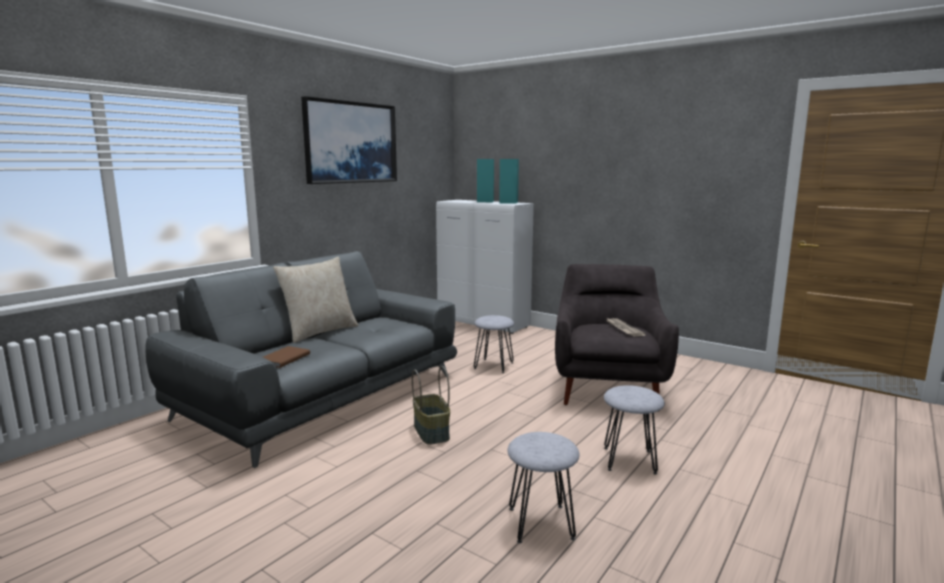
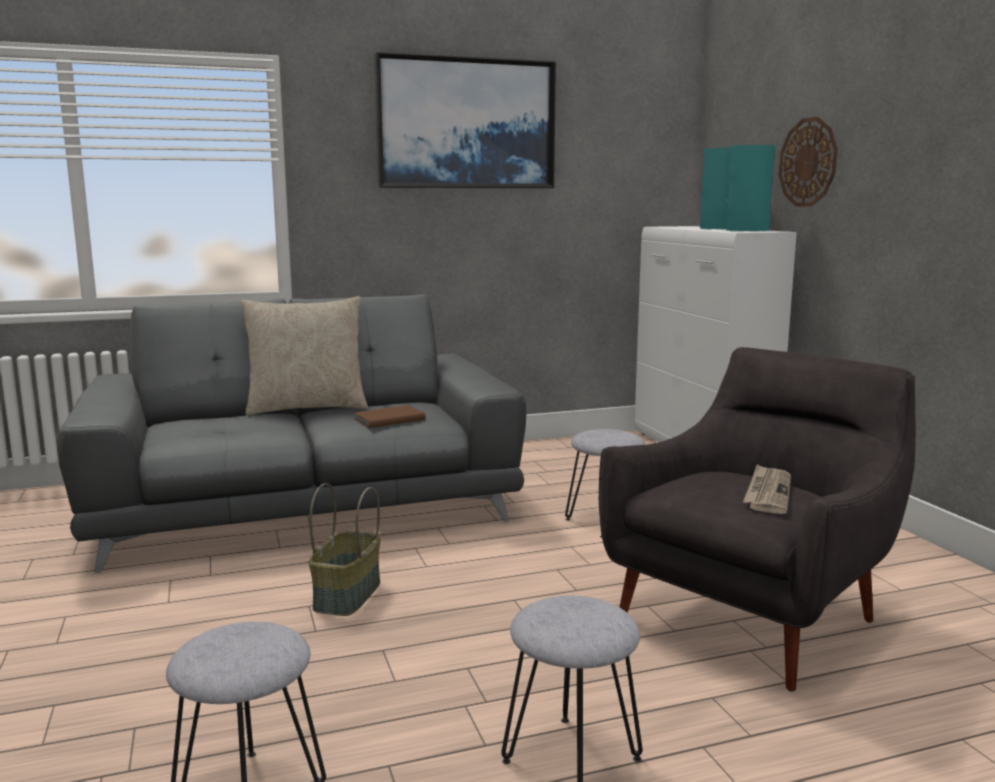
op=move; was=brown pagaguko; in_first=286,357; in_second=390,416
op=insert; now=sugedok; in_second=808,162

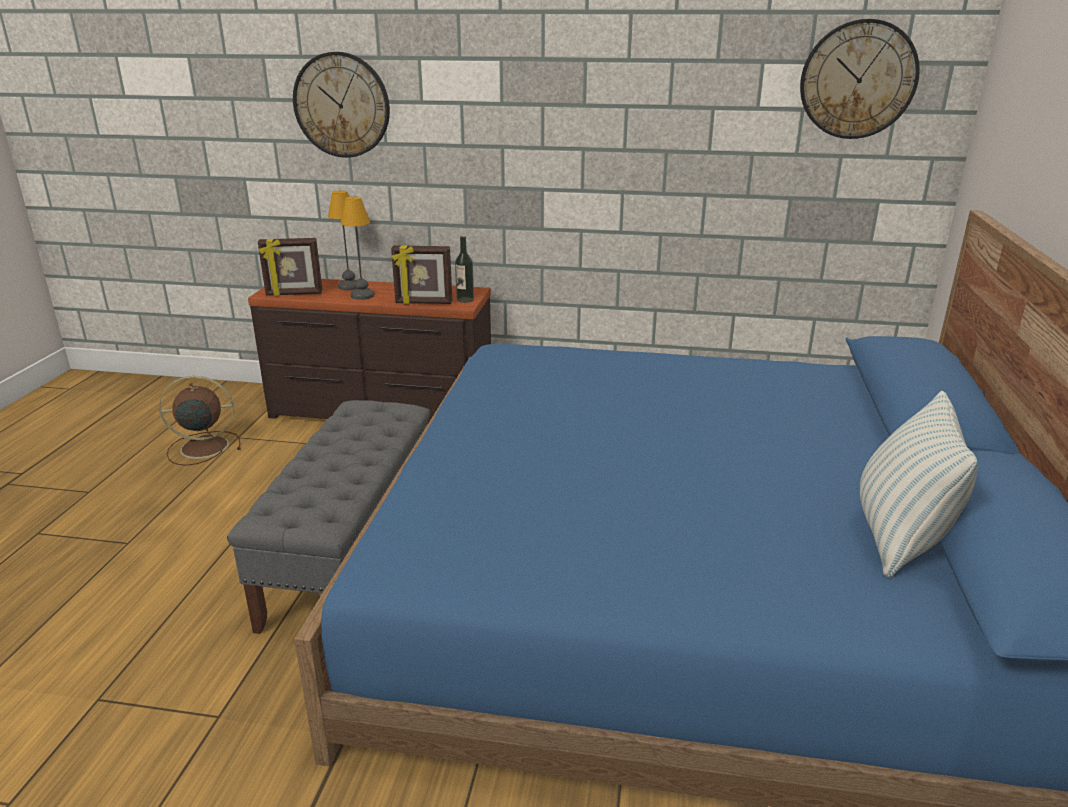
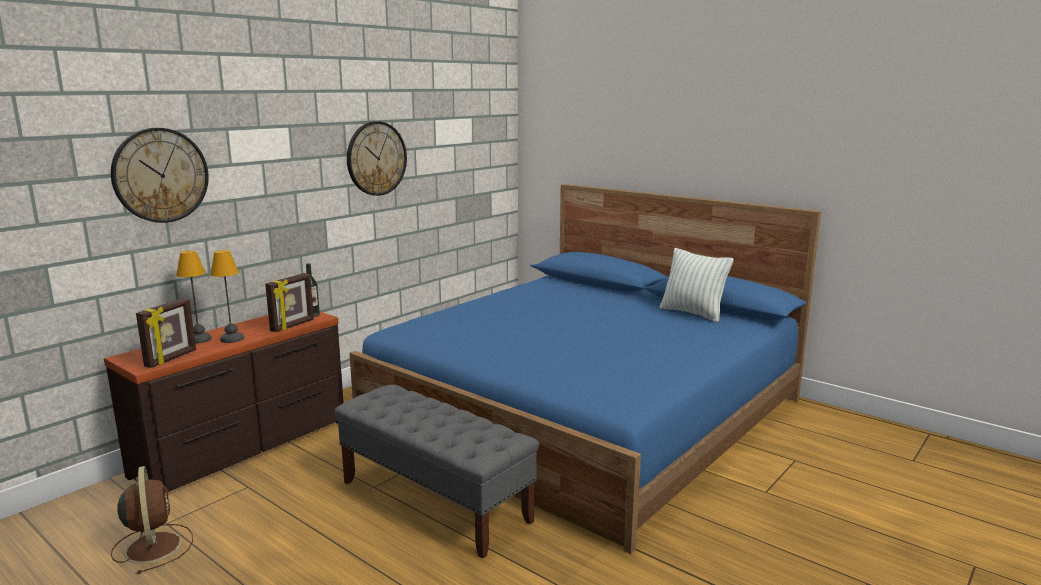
op=rotate; was=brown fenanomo; in_first=200,421; in_second=152,520; clockwise=135
op=move; was=sugedok; in_first=860,79; in_second=377,158

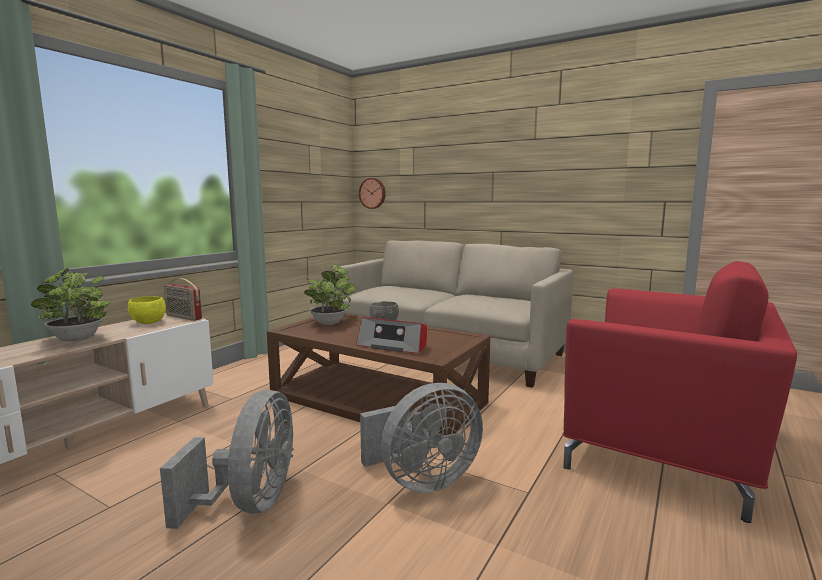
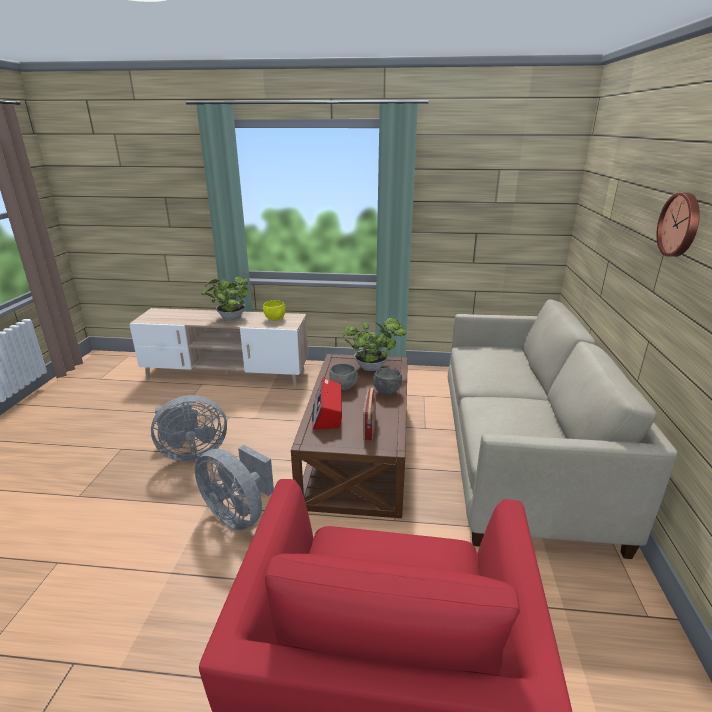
op=move; was=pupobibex; in_first=183,299; in_second=369,414
op=move; was=sugedok; in_first=372,193; in_second=678,224
op=insert; now=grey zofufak; in_second=343,377

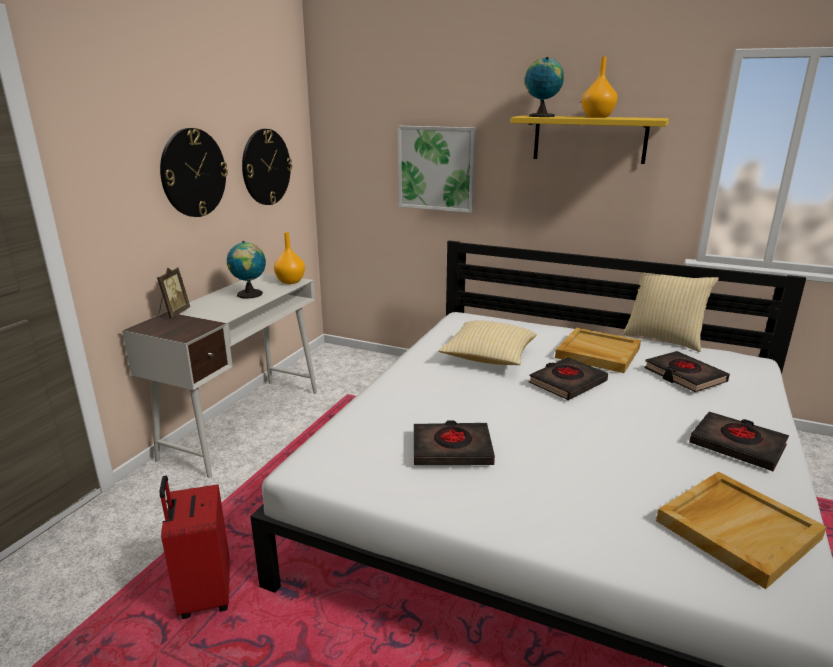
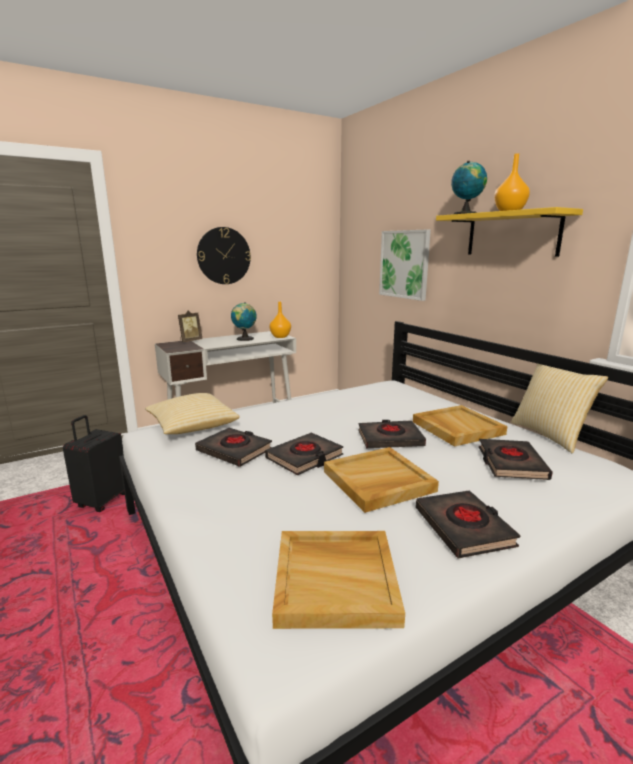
op=recolor; was=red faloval; now=black faloval; in_first=195,547; in_second=94,463
op=delete; was=sugedok; in_first=267,167
op=move; was=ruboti; in_first=488,343; in_second=192,413
op=insert; now=black pagaguko; in_second=304,454
op=insert; now=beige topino; in_second=381,480

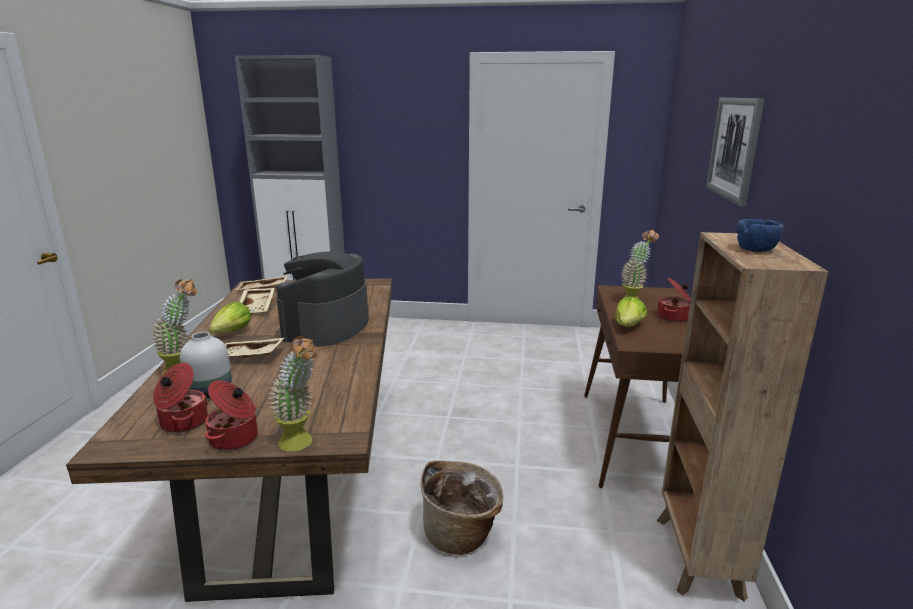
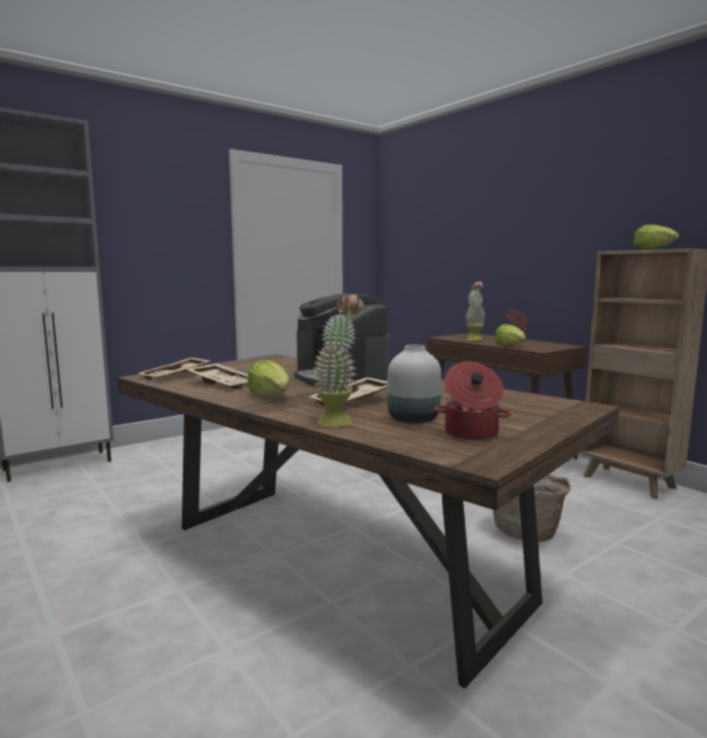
op=delete; was=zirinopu; in_first=231,416
op=delete; was=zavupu; in_first=292,393
op=delete; was=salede; in_first=735,152
op=replace; was=blue zofufak; now=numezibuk; in_first=760,235; in_second=656,237

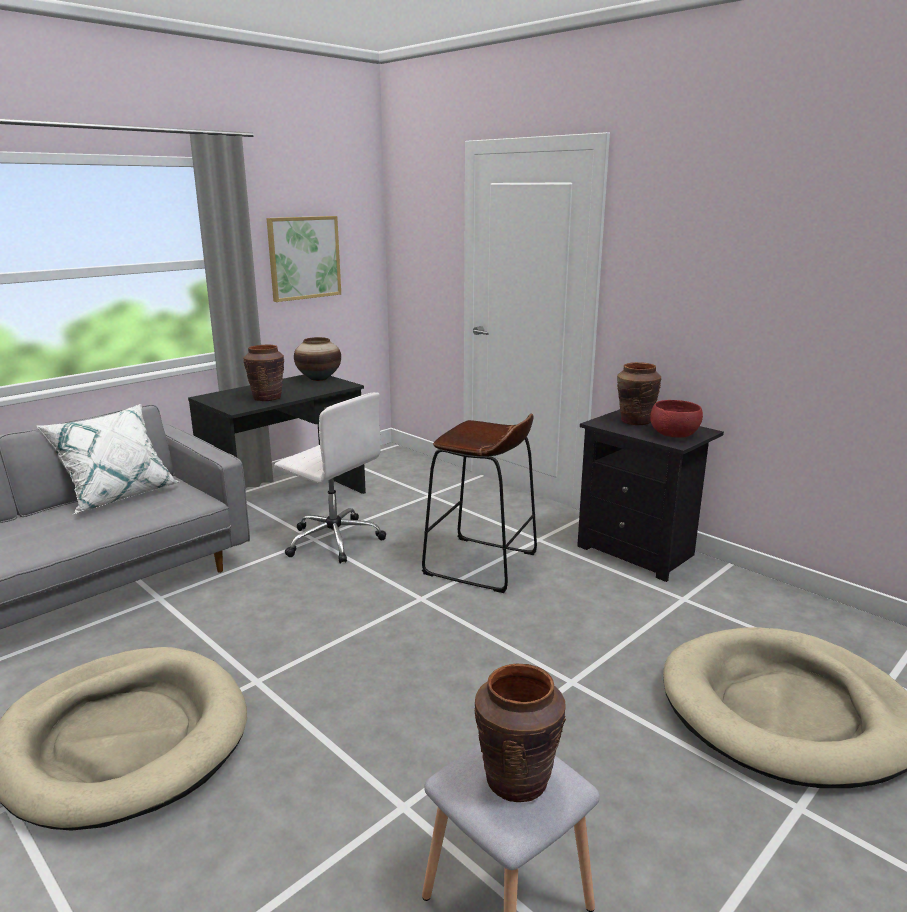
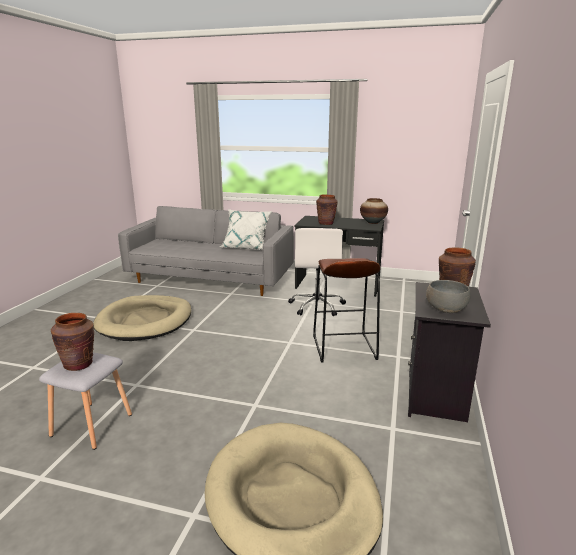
op=delete; was=salede; in_first=303,259
op=recolor; was=red zofufak; now=grey zofufak; in_first=676,419; in_second=448,296

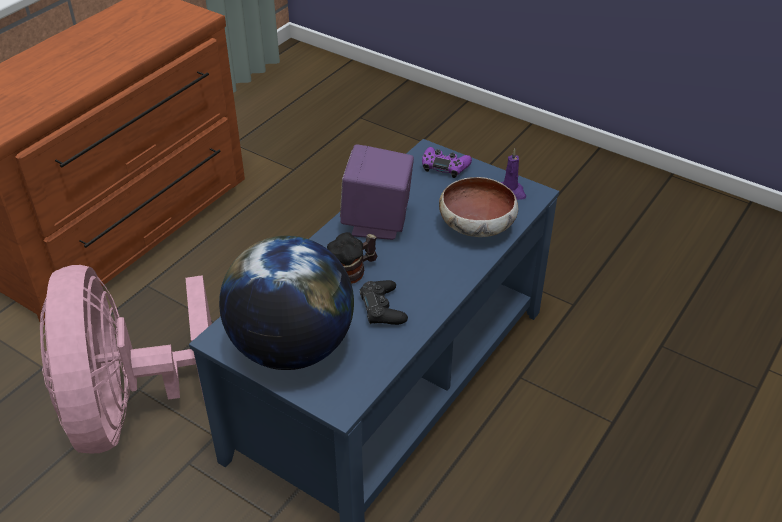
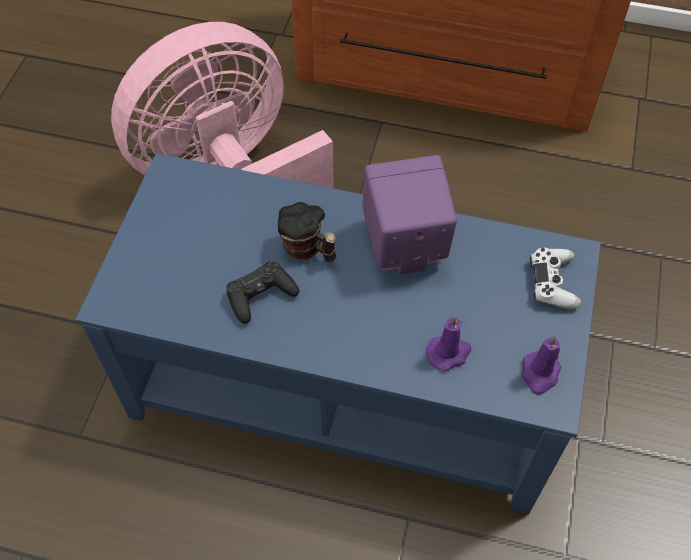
op=delete; was=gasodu; in_first=286,303
op=recolor; was=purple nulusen; now=white nulusen; in_first=447,162; in_second=555,278
op=replace; was=zofufak; now=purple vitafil; in_first=478,207; in_second=448,343

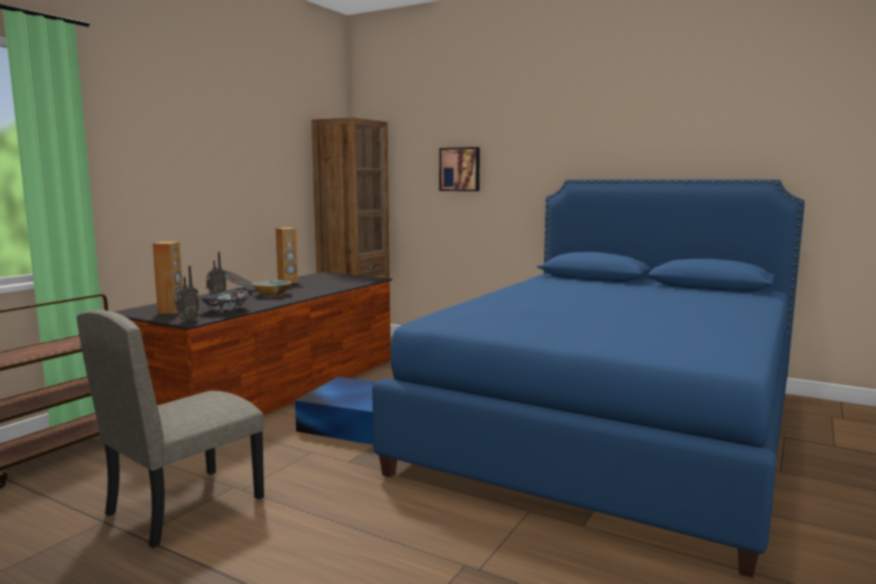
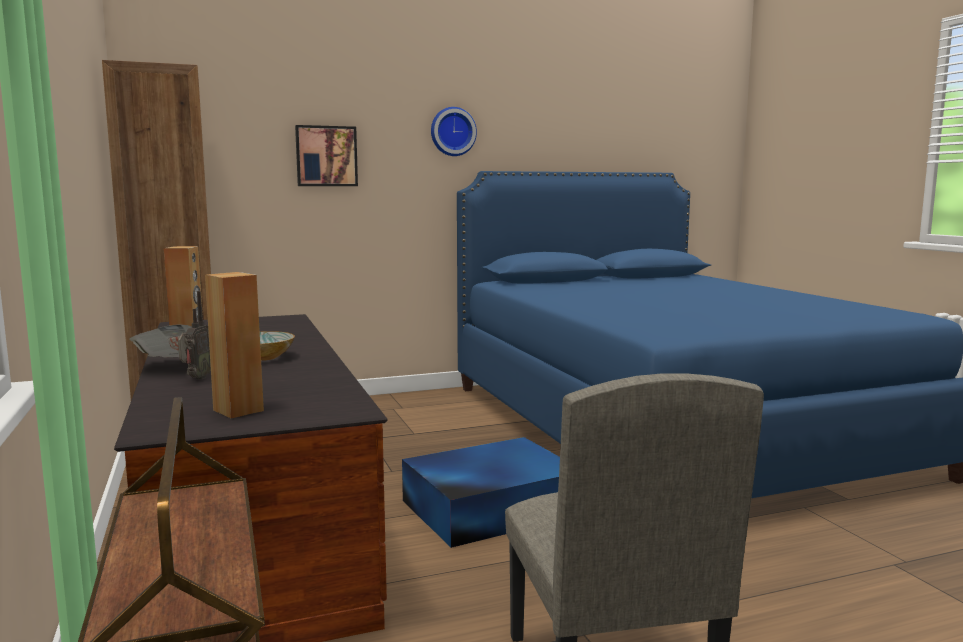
op=delete; was=pupobibex; in_first=187,294
op=delete; was=zofufak; in_first=224,301
op=insert; now=sugedok; in_second=454,131

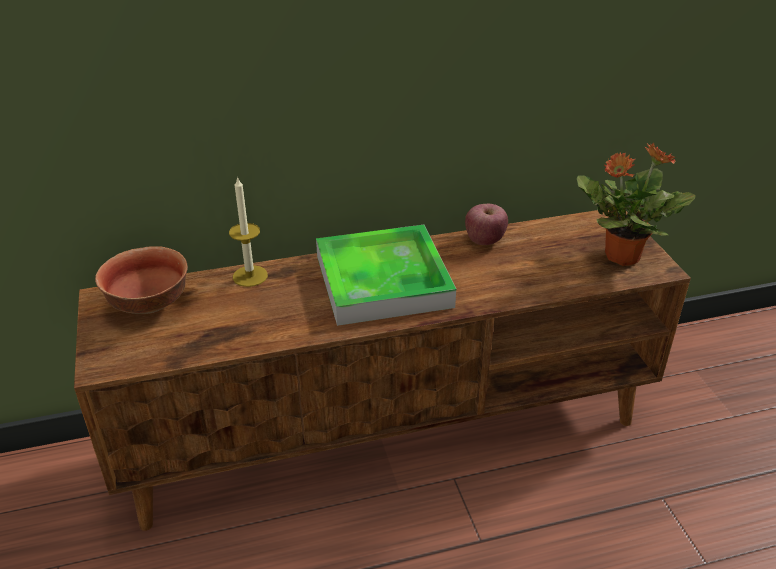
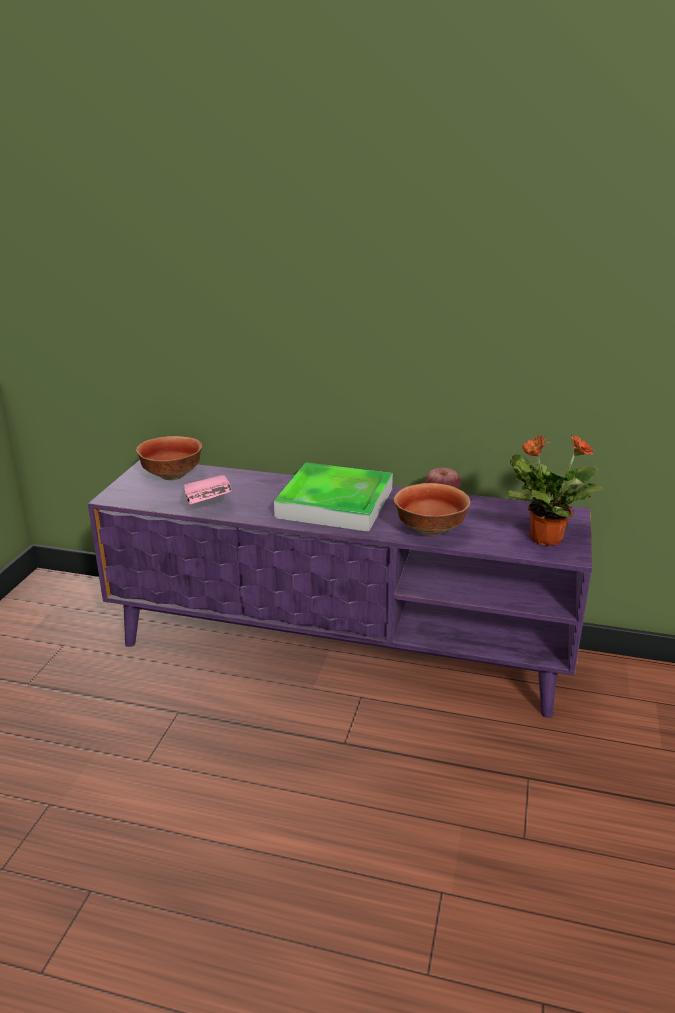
op=recolor; was=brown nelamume; now=purple nelamume; in_first=382,370; in_second=340,589
op=delete; was=vitafil; in_first=248,231
op=insert; now=pink pagaguko; in_second=208,490
op=insert; now=zofufak; in_second=432,509

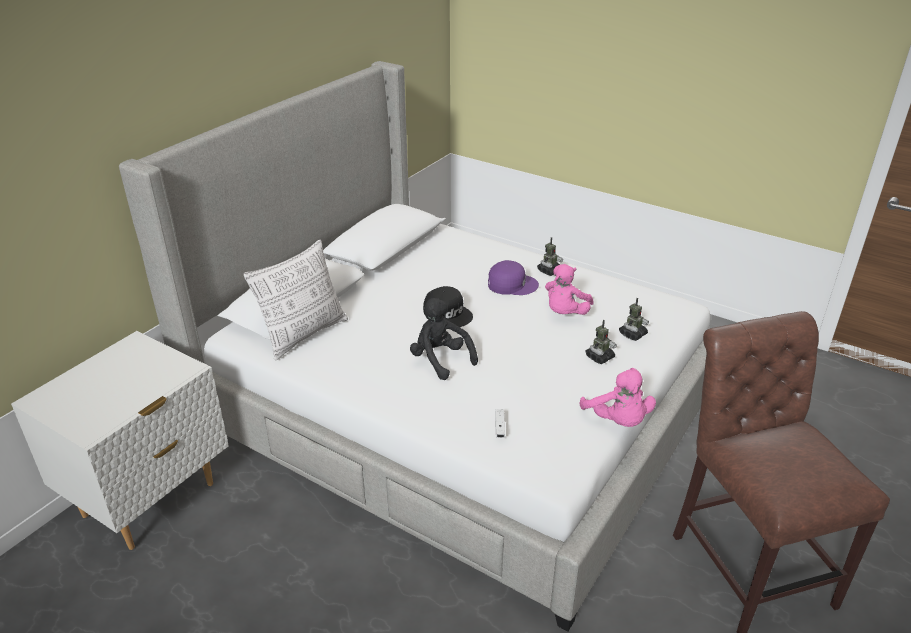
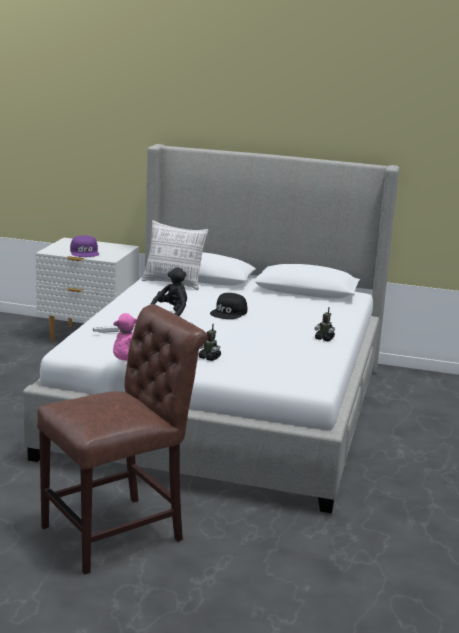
op=move; was=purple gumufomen; in_first=513,277; in_second=84,246
op=delete; was=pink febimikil; in_first=569,289
op=delete; was=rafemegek; in_first=634,319

